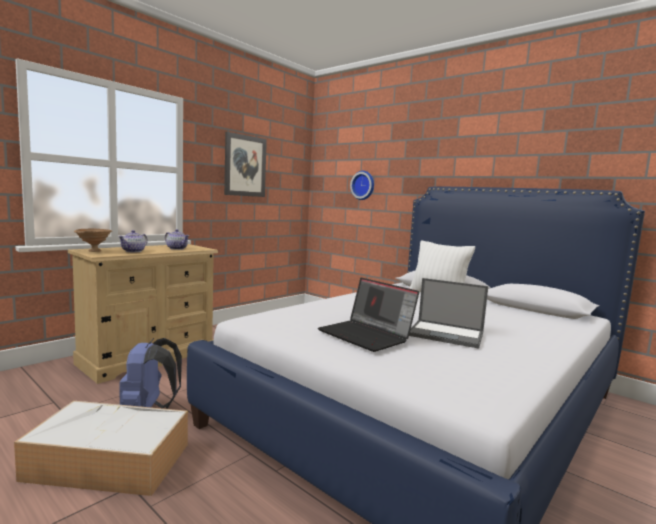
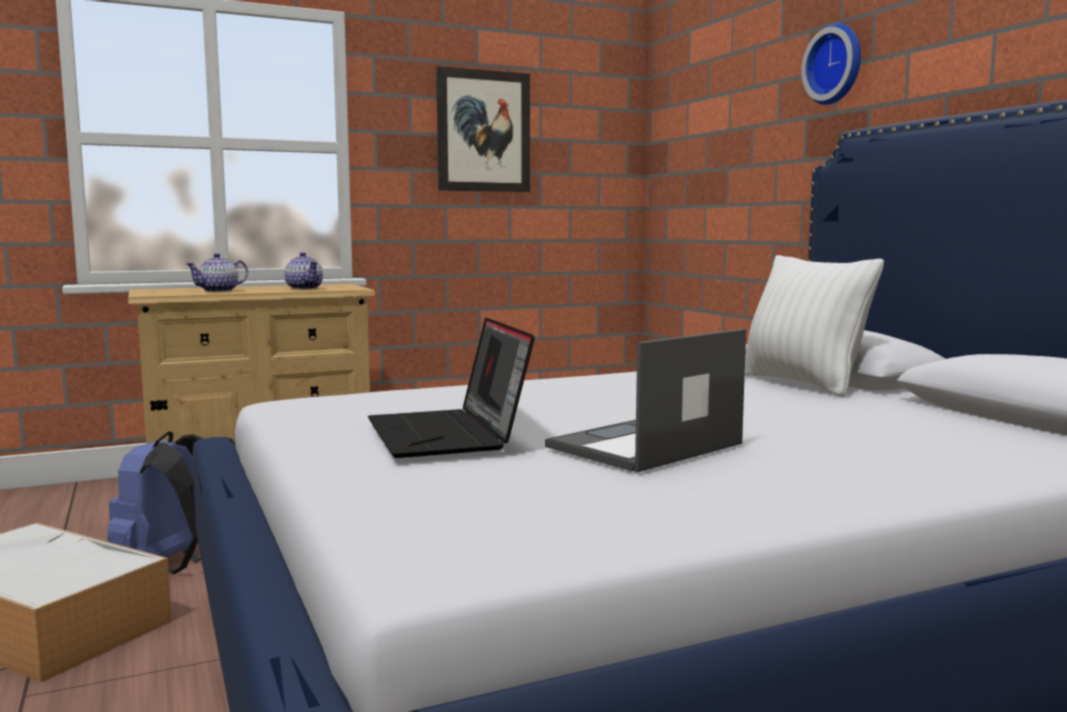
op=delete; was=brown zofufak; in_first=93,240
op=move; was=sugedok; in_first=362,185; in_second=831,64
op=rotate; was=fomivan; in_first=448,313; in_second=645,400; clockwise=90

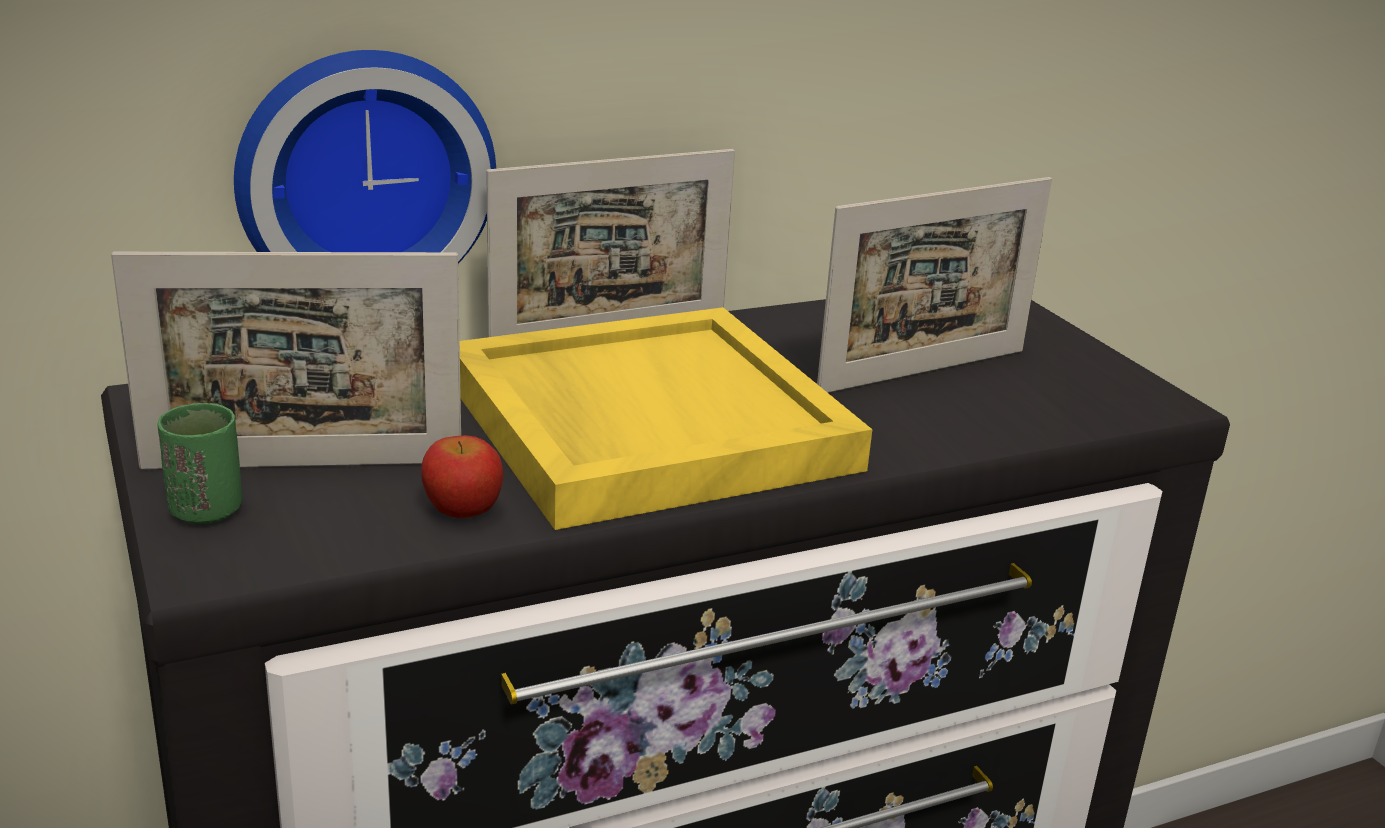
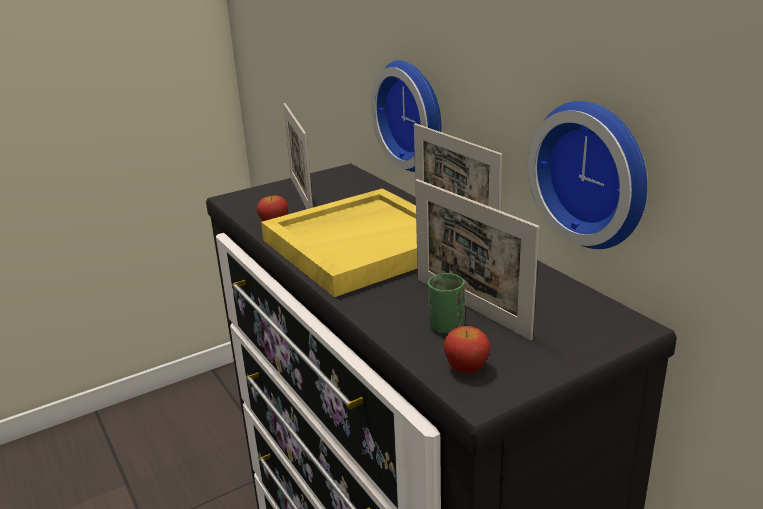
op=move; was=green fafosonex; in_first=199,463; in_second=446,303
op=insert; now=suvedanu; in_second=466,349
op=insert; now=sugedok; in_second=587,175

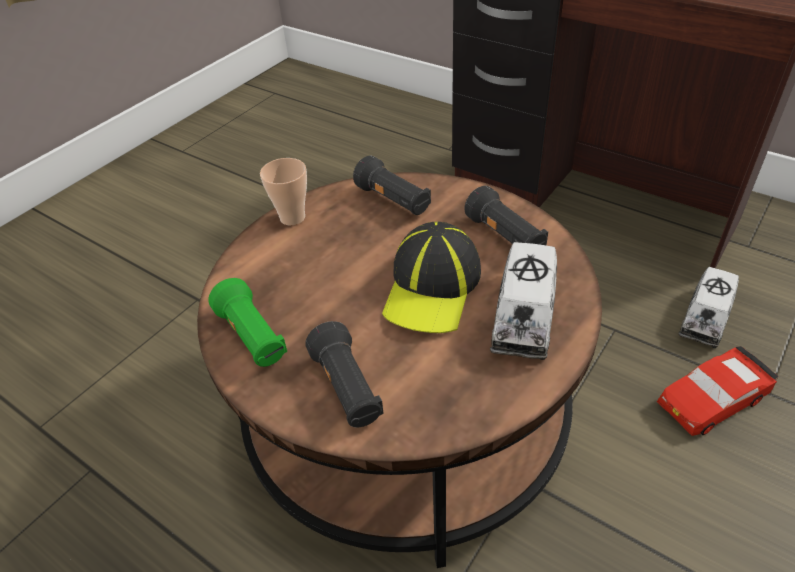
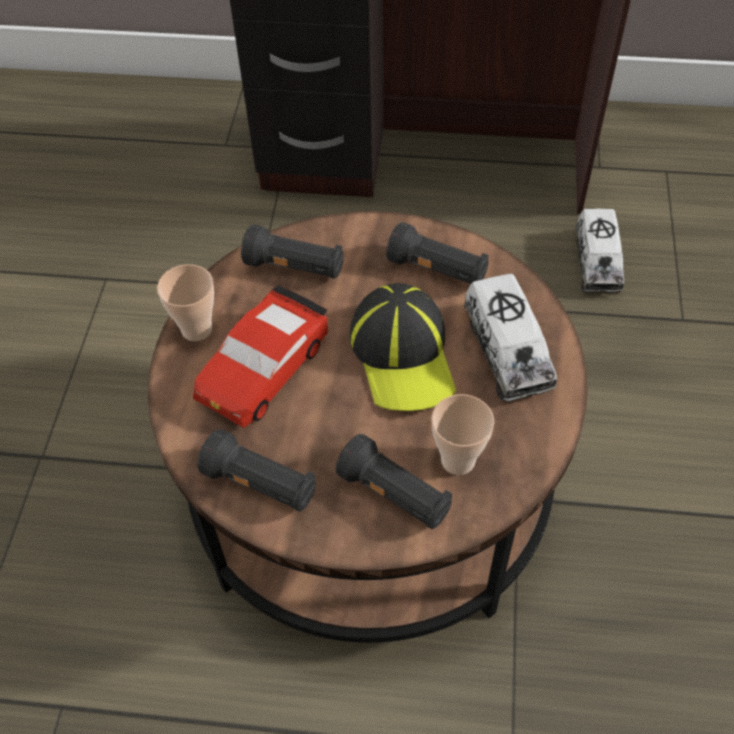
op=recolor; was=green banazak; now=black banazak; in_first=247,322; in_second=256,470
op=move; was=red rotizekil; in_first=717,391; in_second=260,356
op=insert; now=fafosonex; in_second=462,434

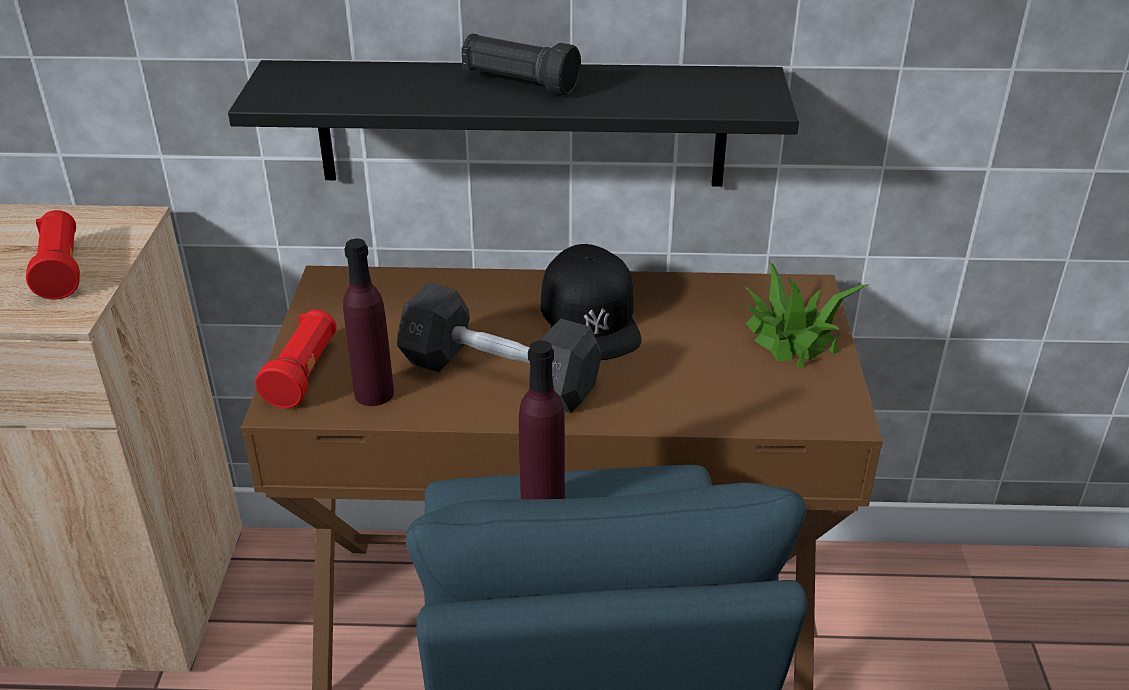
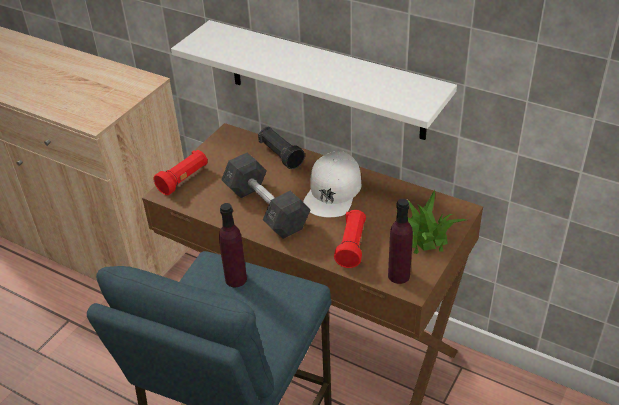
op=move; was=red banazak; in_first=53,255; in_second=350,239
op=recolor; was=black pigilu; now=white pigilu; in_first=513,123; in_second=314,80
op=move; was=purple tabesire; in_first=368,322; in_second=400,241
op=move; was=black banazak; in_first=521,64; in_second=281,148
op=recolor; was=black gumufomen; now=white gumufomen; in_first=591,302; in_second=332,184

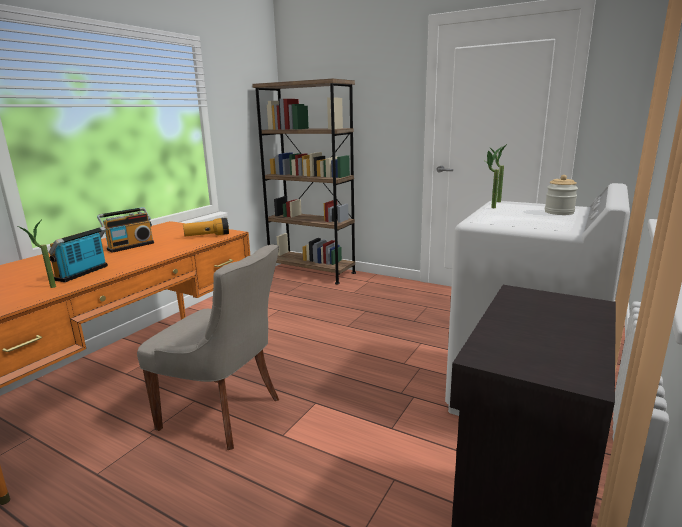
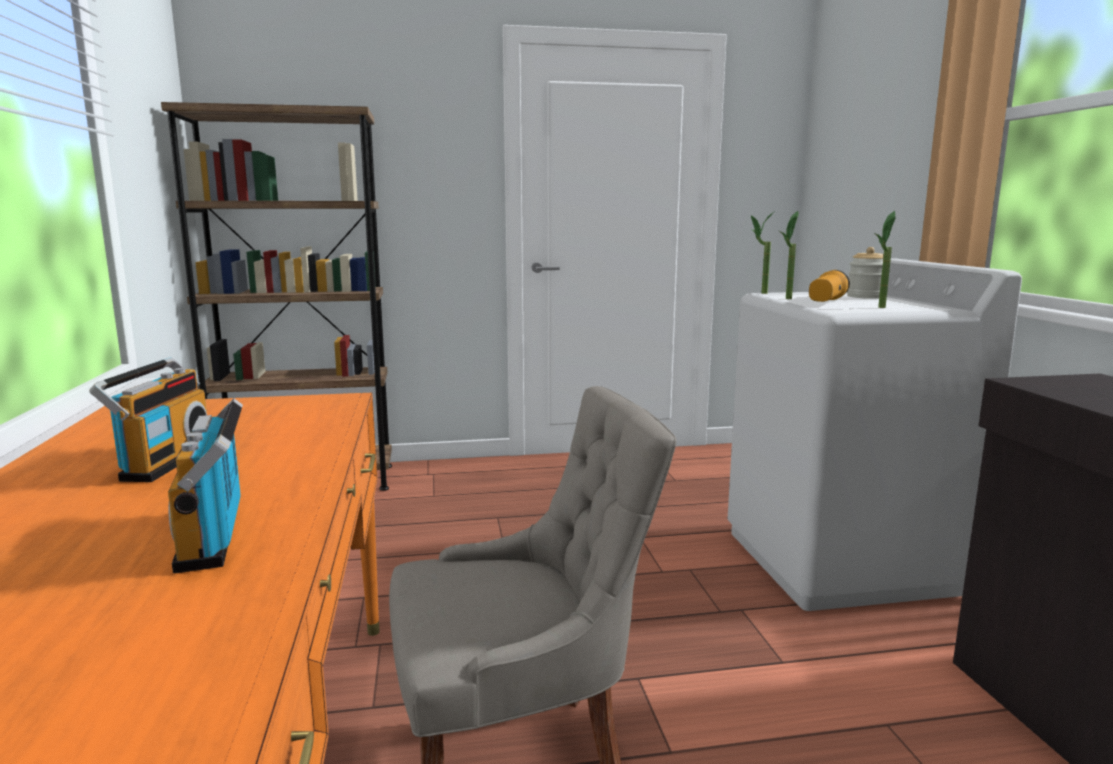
op=move; was=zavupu; in_first=37,253; in_second=885,259
op=move; was=banazak; in_first=206,227; in_second=829,286

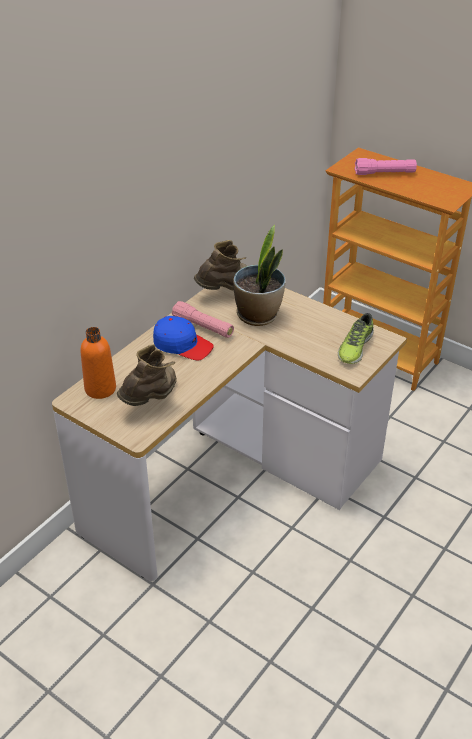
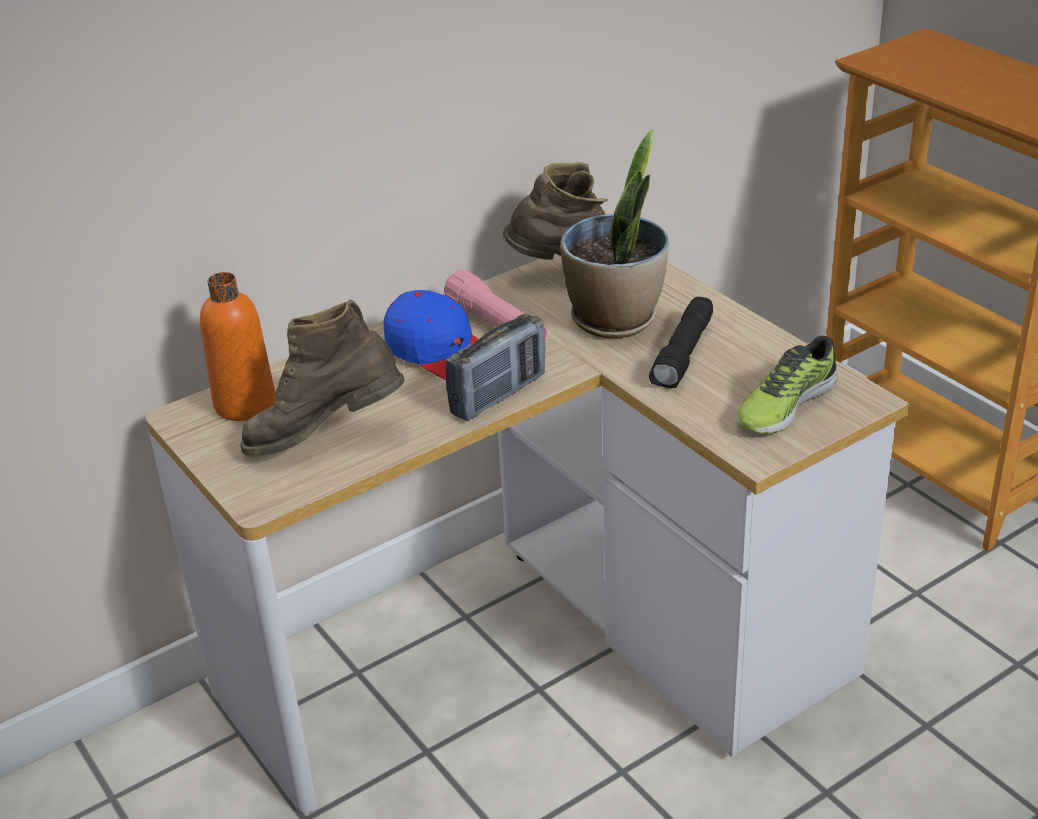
op=rotate; was=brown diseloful; in_first=147,375; in_second=322,377; clockwise=-150
op=delete; was=pink banazak; in_first=386,166
op=insert; now=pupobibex; in_second=495,367
op=insert; now=black banazak; in_second=681,342

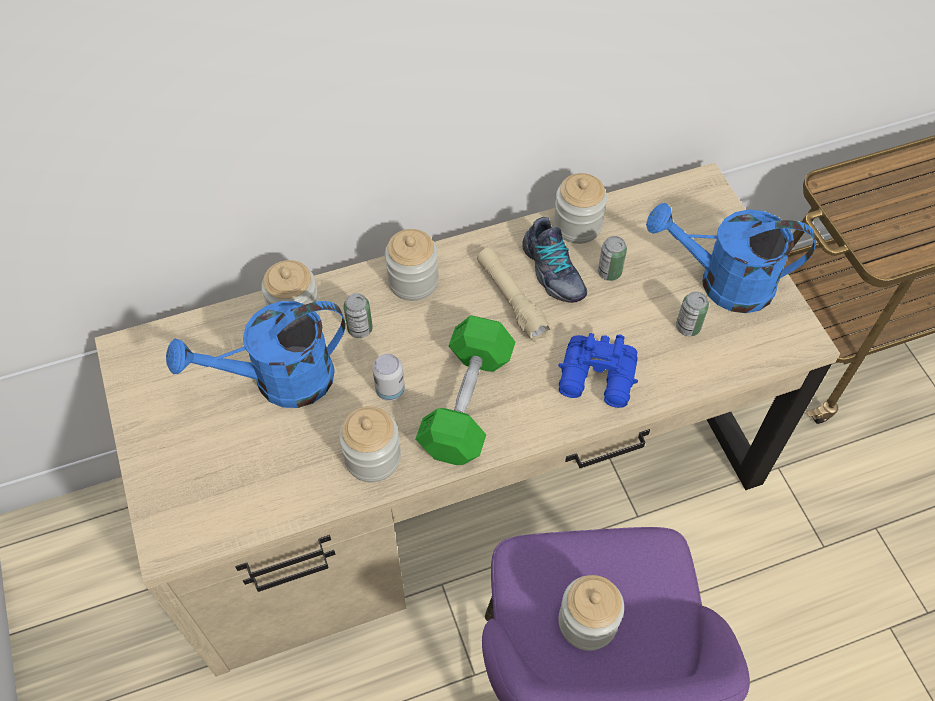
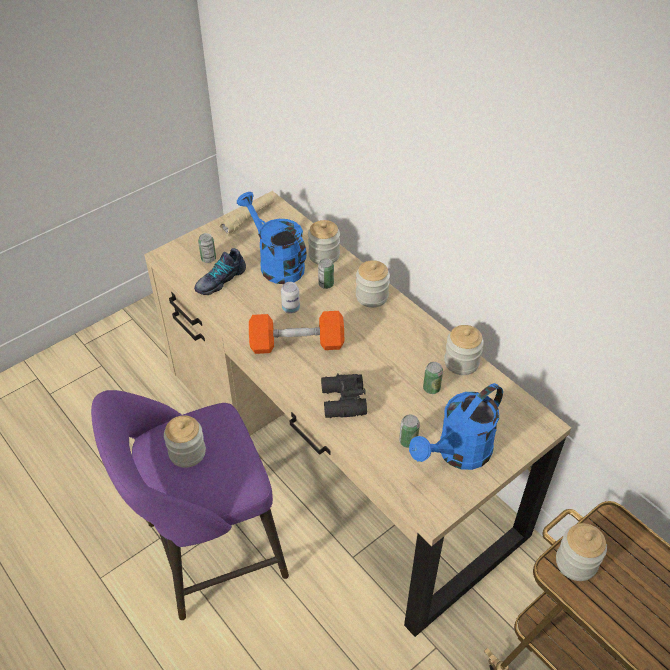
op=move; was=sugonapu; in_first=370,444; in_second=581,552
op=recolor; was=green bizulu; now=orange bizulu; in_first=465,390; in_second=296,332
op=move; was=beige banazak; in_first=514,294; in_second=246,214
op=move; was=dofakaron; in_first=554,260; in_second=220,271
op=recolor; was=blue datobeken; now=black datobeken; in_first=598,370; in_second=344,395
op=rotate; was=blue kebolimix; in_first=730,258; in_second=456,426; clockwise=-120
op=insert; now=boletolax; in_second=207,248

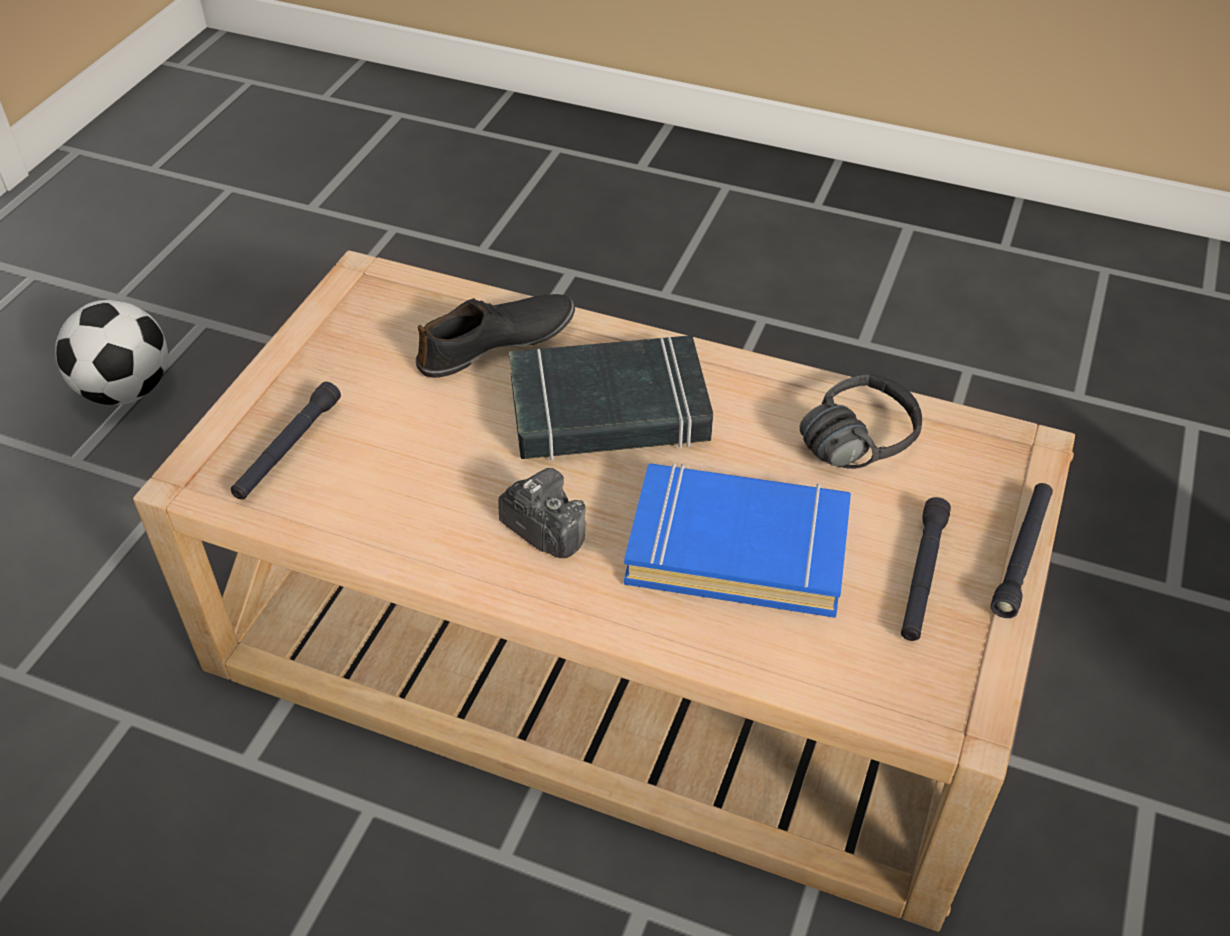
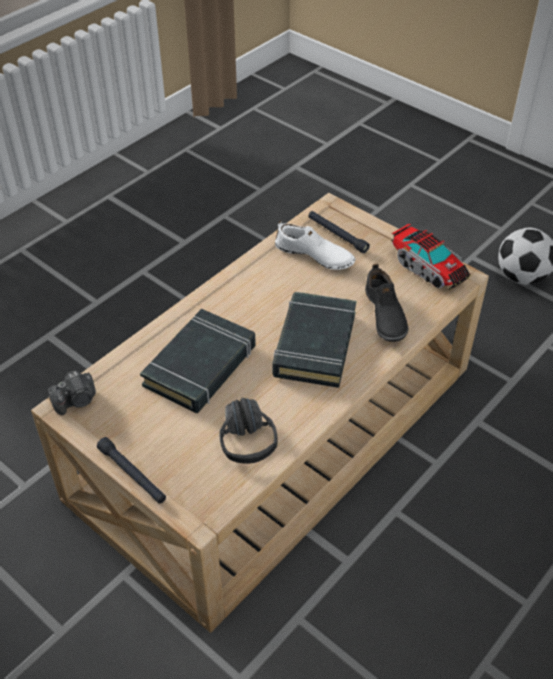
op=move; was=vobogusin; in_first=542,513; in_second=72,392
op=recolor; was=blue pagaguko; now=black pagaguko; in_first=737,540; in_second=198,361
op=delete; was=black banazak; in_first=926,569
op=insert; now=white dofakaron; in_second=315,245
op=insert; now=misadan; in_second=431,257

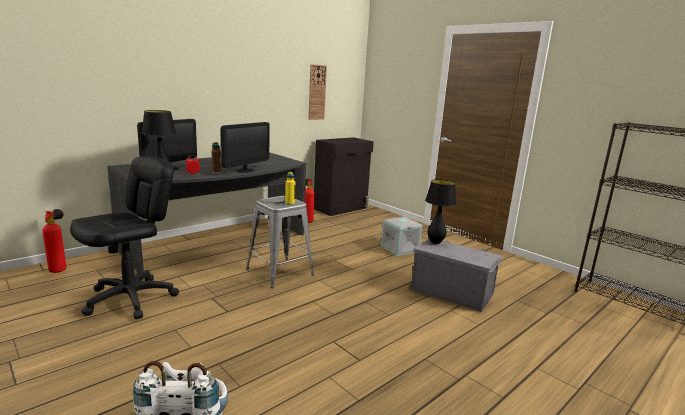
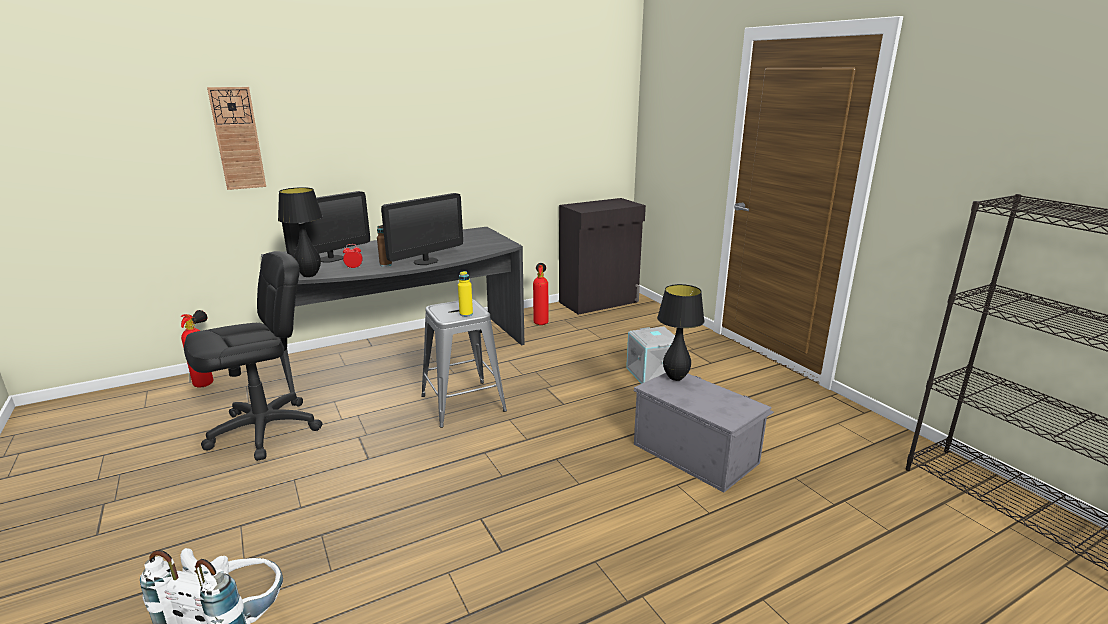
op=move; was=sugedok; in_first=317,92; in_second=236,138

